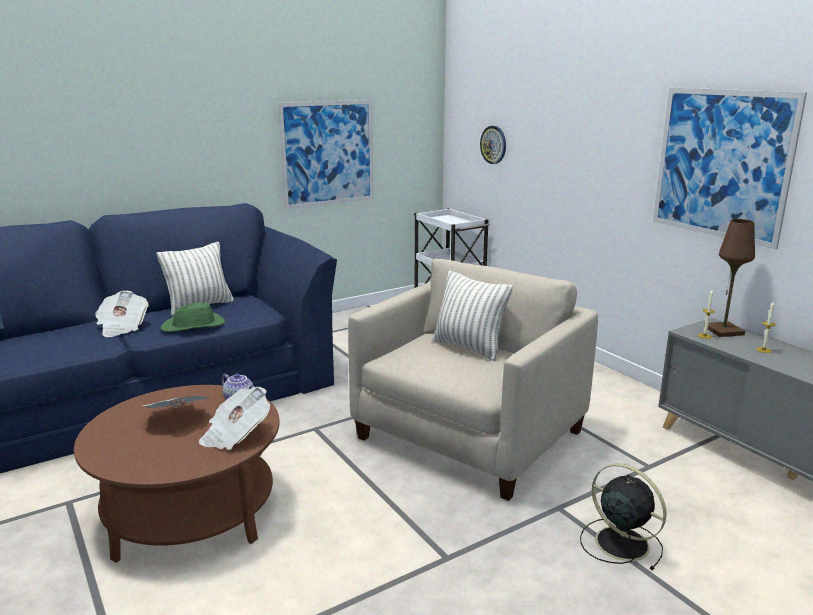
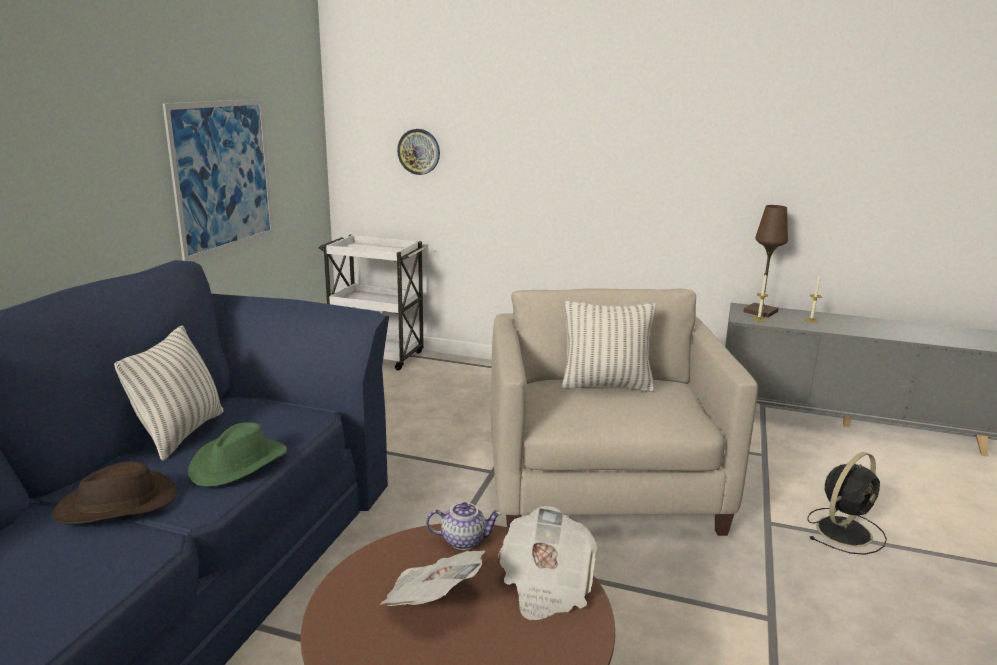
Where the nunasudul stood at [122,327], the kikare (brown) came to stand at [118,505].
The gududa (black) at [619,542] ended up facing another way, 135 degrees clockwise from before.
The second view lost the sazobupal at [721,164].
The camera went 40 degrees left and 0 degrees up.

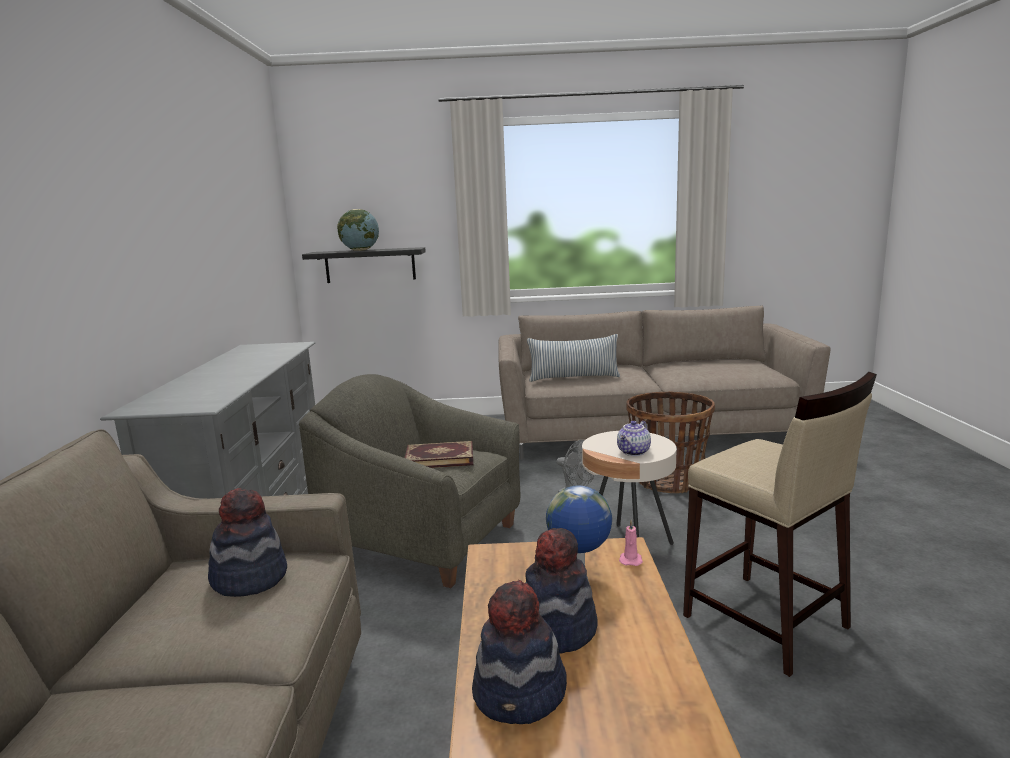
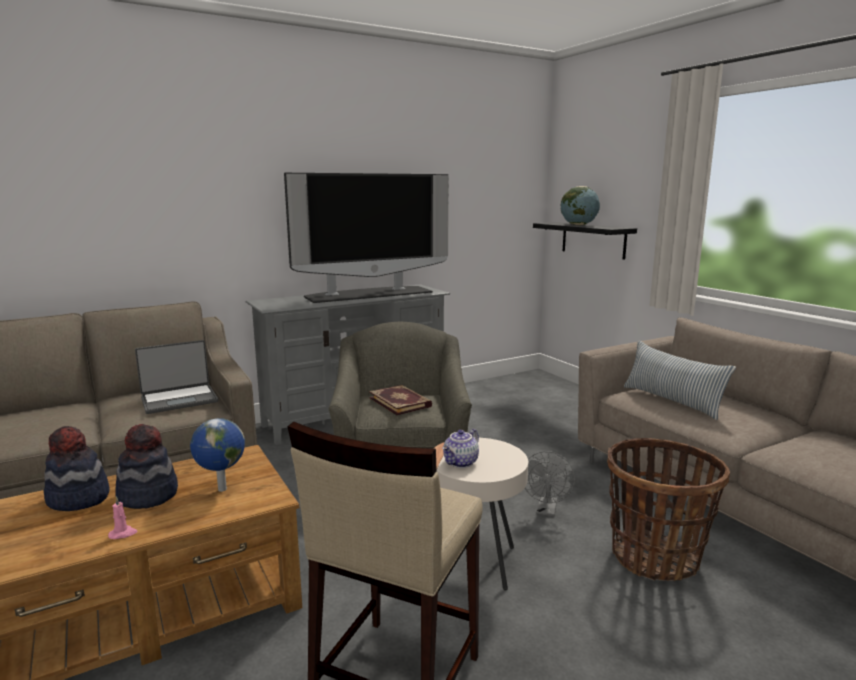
The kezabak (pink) ended up elsewhere, having gone from [630,560] to [123,534].
Where the kikare stood at [249,578], the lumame came to stand at [179,400].
The second view gained the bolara at [368,294].
The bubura at [634,452] ended up facing another way, 60 degrees counterclockwise from before.
The camera went 60 degrees right and 0 degrees up.

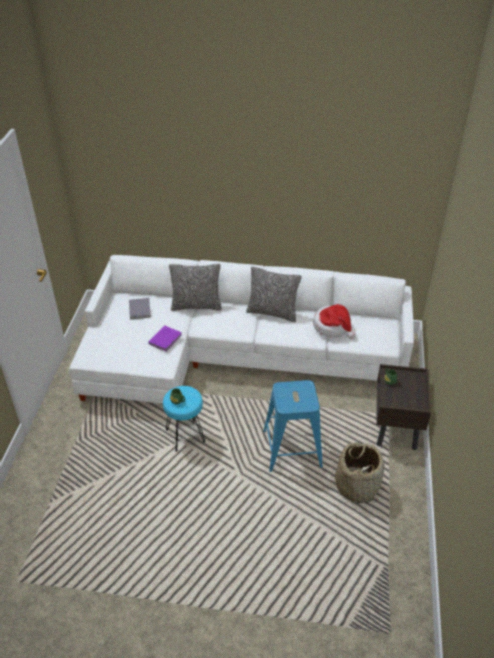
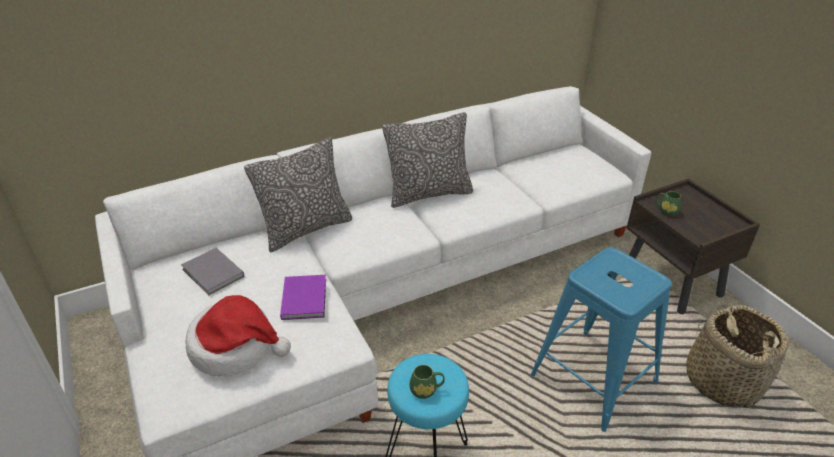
The kikare ended up elsewhere, having gone from [333,327] to [235,347].
The camera went 35 degrees left and 5 degrees down.

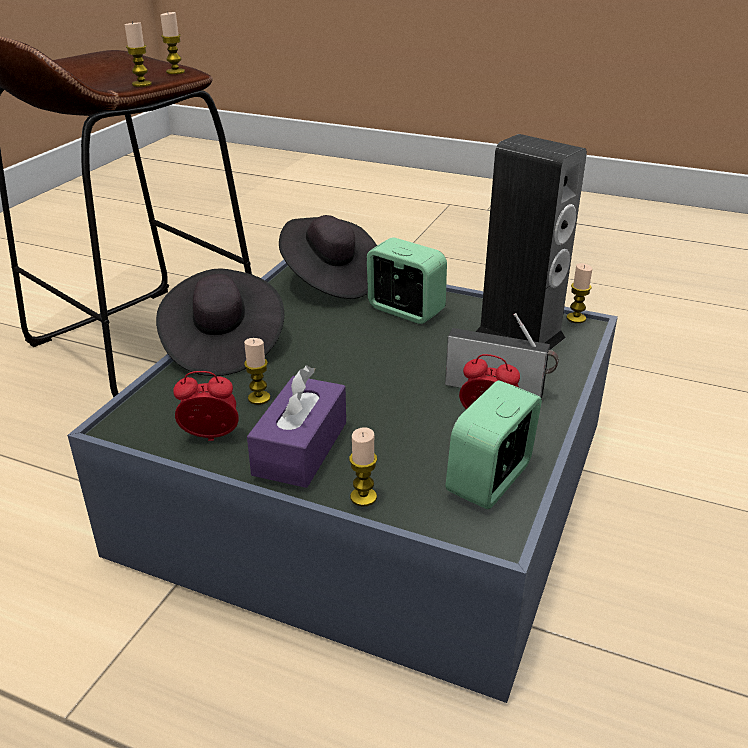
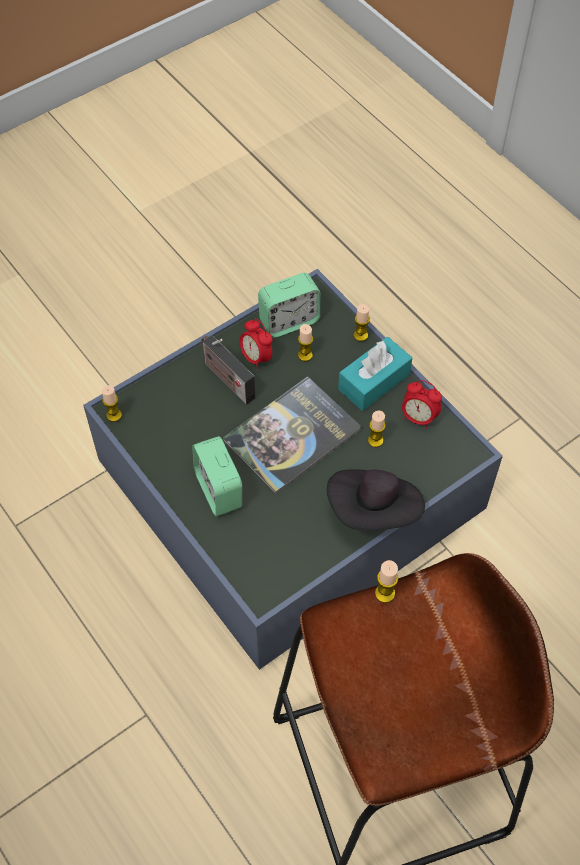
The second view gained the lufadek at [292,435].
The kezabak ended up elsewhere, having gone from [175,72] to [305,355].
What was the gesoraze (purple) at [300,448] turned into the gesoraze (turquoise) at [374,381].
The second view lost the kikare (black) at [330,279].
The second view lost the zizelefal at [519,335].
The camera went 150 degrees left and 25 degrees up.

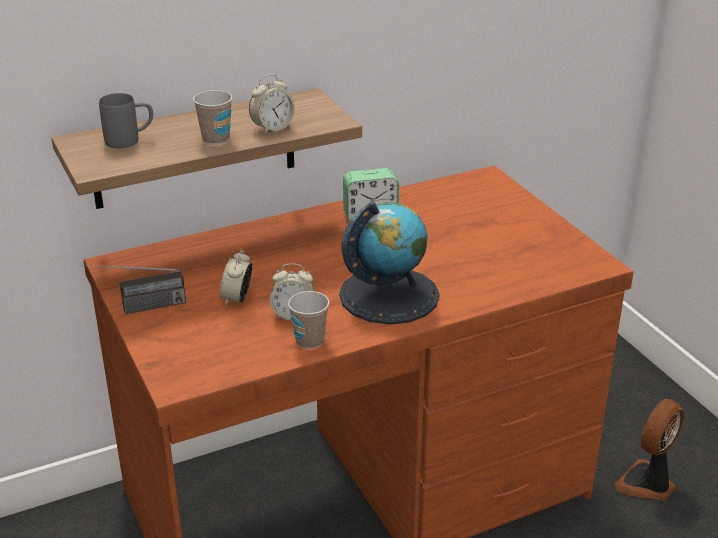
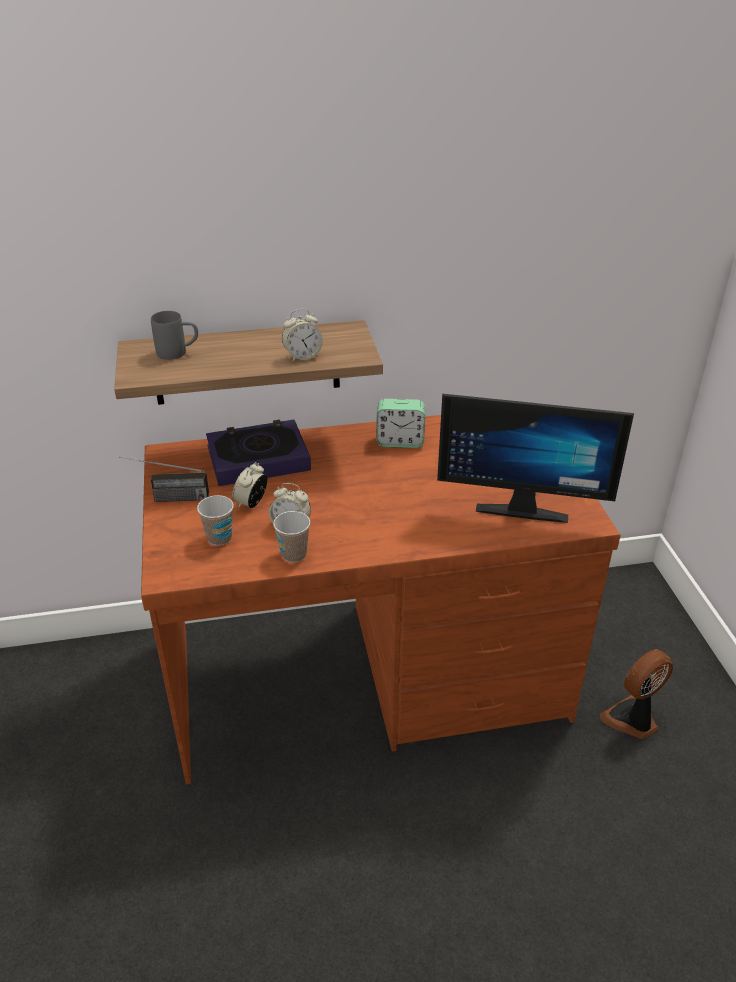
The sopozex ended up elsewhere, having gone from [216,139] to [219,538].
The second view gained the lufadek at [258,458].
The second view gained the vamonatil at [522,506].
The second view lost the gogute at [389,295].
The camera went 15 degrees right and 5 degrees up.

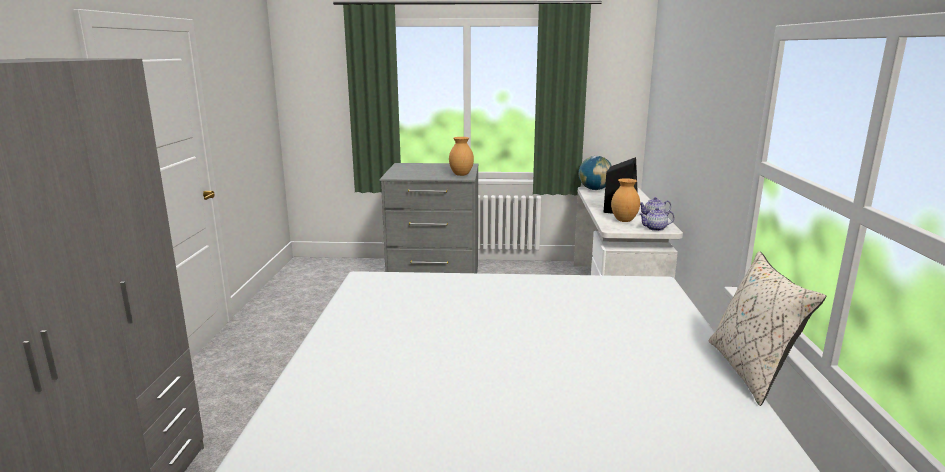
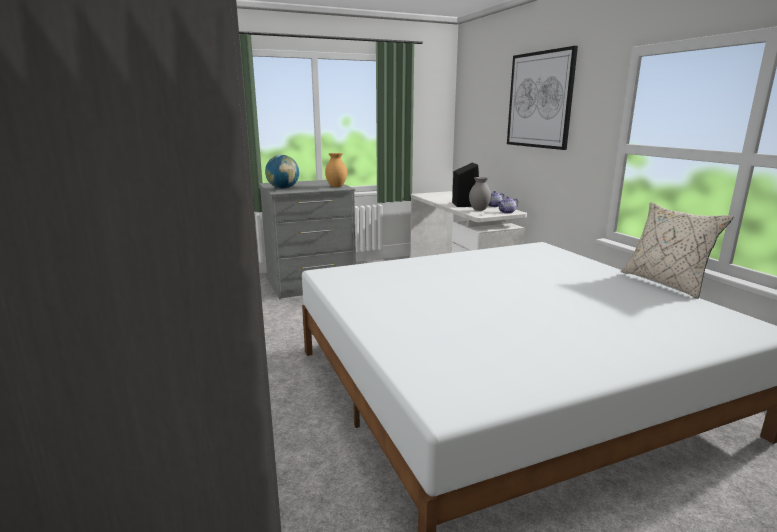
The gogute ended up elsewhere, having gone from [594,189] to [283,188].
What was the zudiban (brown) at [623,220] turned into the zudiban (grey) at [478,210].
The second view gained the sazobupal at [539,100].
The camera went 25 degrees left and 0 degrees up.

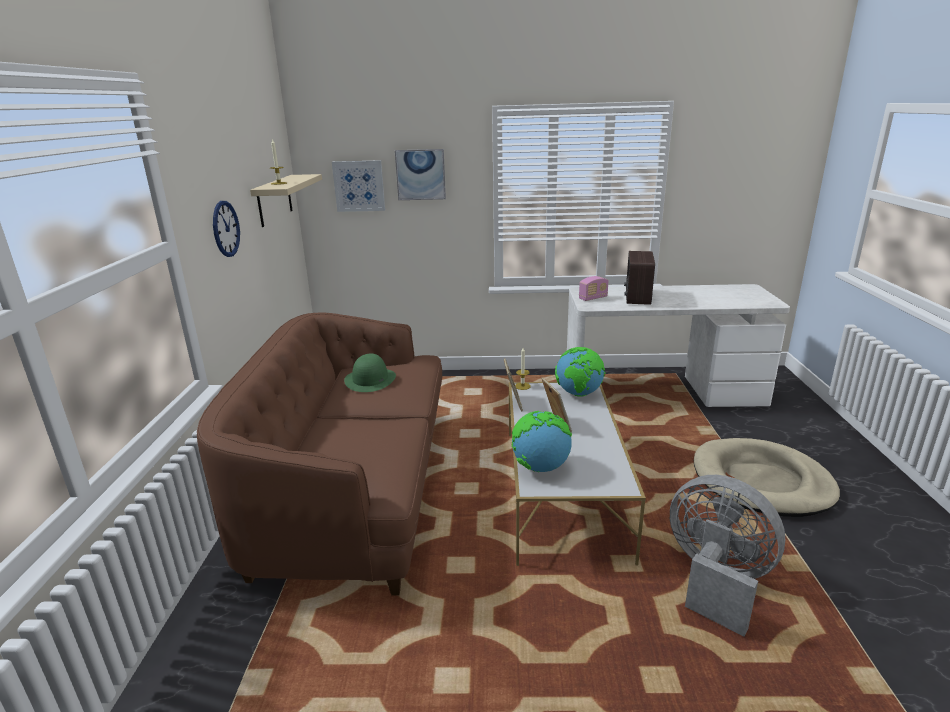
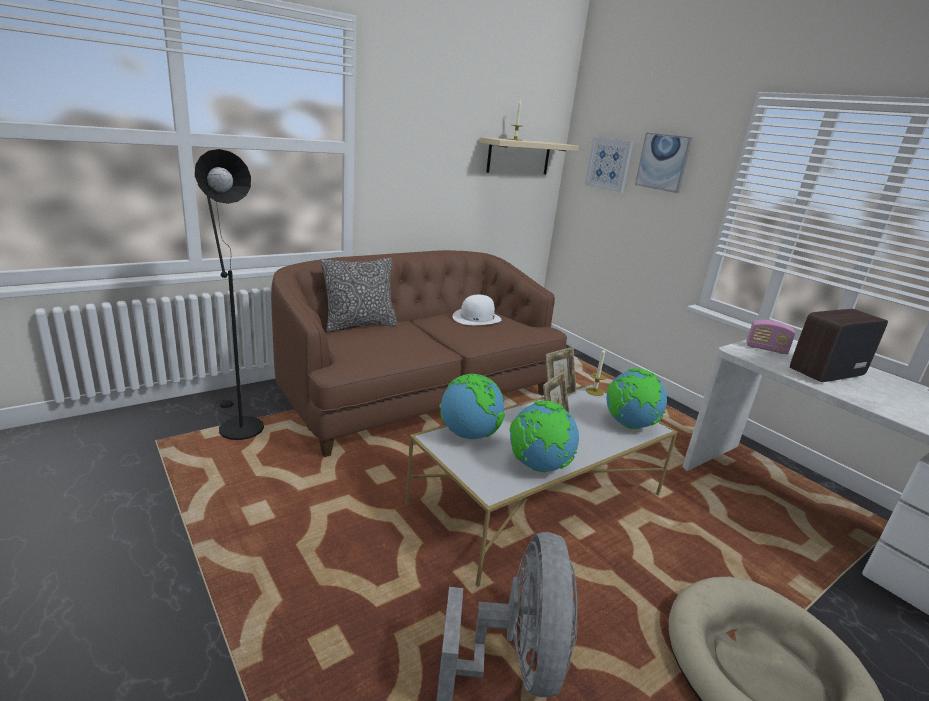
The second view gained the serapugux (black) at [237,426].
The second view gained the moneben at [359,325].
What was the kikare (green) at [370,380] turned into the kikare (white) at [476,318].
The second view gained the gogute at [538,467].
The second view lost the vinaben at [225,229].
The camera went 50 degrees right and 0 degrees up.

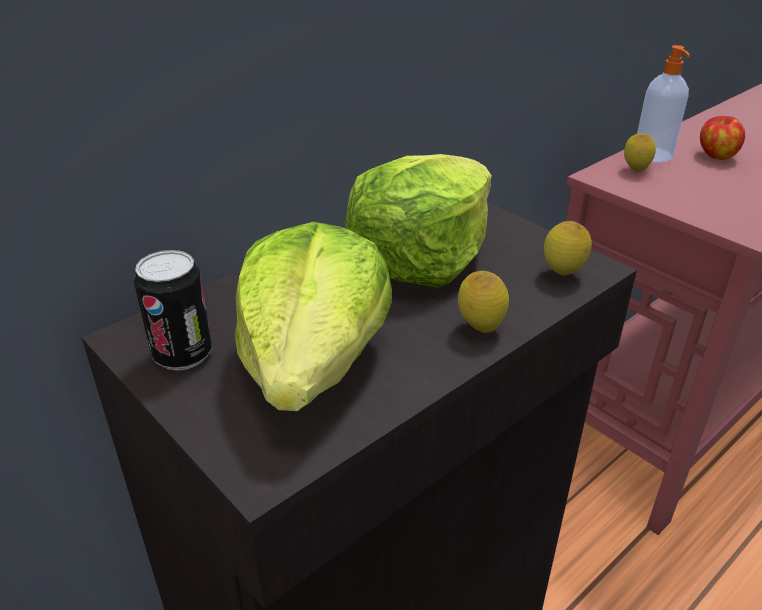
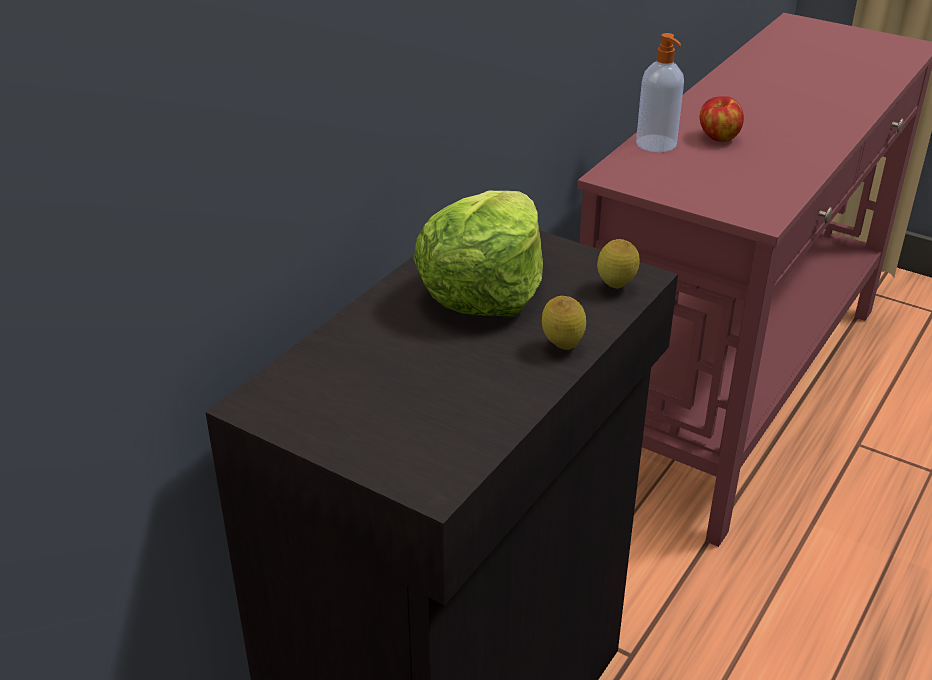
The second view lost the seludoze at [183,354].
The second view lost the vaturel at [314,362].
The second view lost the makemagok at [635,171].
The camera went 15 degrees left and 0 degrees up.

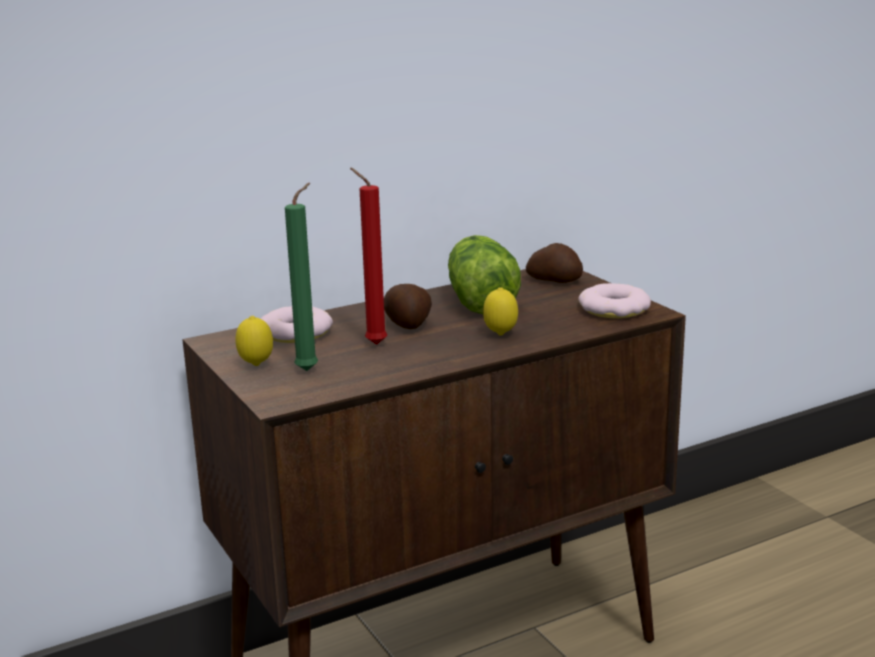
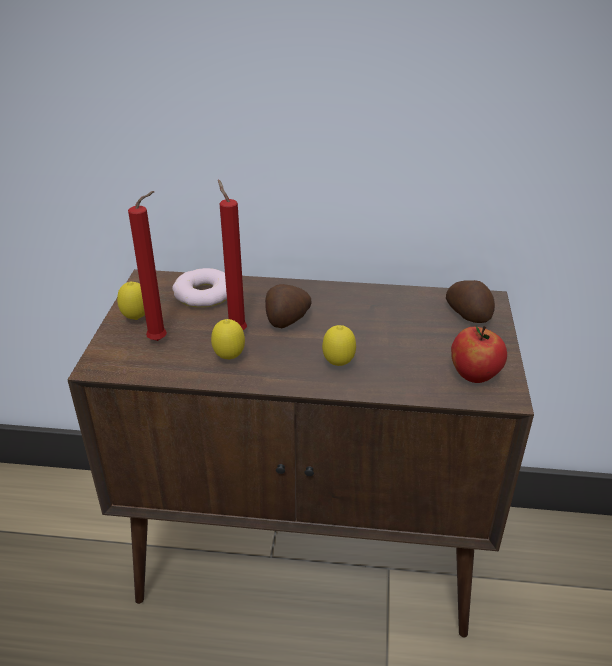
What was the kezabak (green) at [310,370] turned into the kezabak (red) at [161,340].
The second view gained the makemagok at [229,358].
Where the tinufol stood at [614,309], the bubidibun came to stand at [474,375].
The second view lost the vaturel at [480,299].
The camera went 35 degrees right and 15 degrees up.

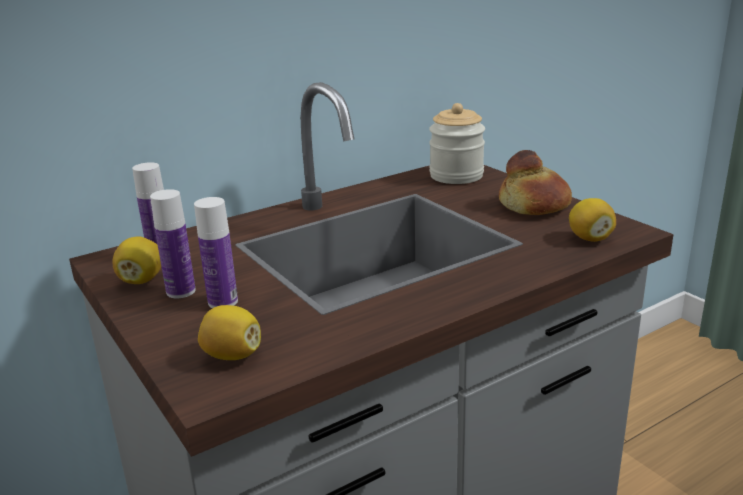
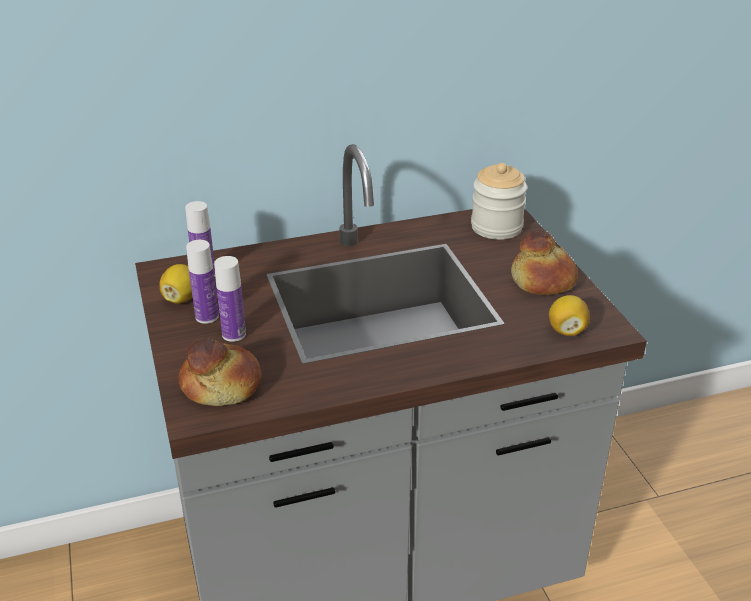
Where the makemagok stood at [232,355], the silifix came to stand at [221,387].
The camera went 15 degrees right and 10 degrees up.

